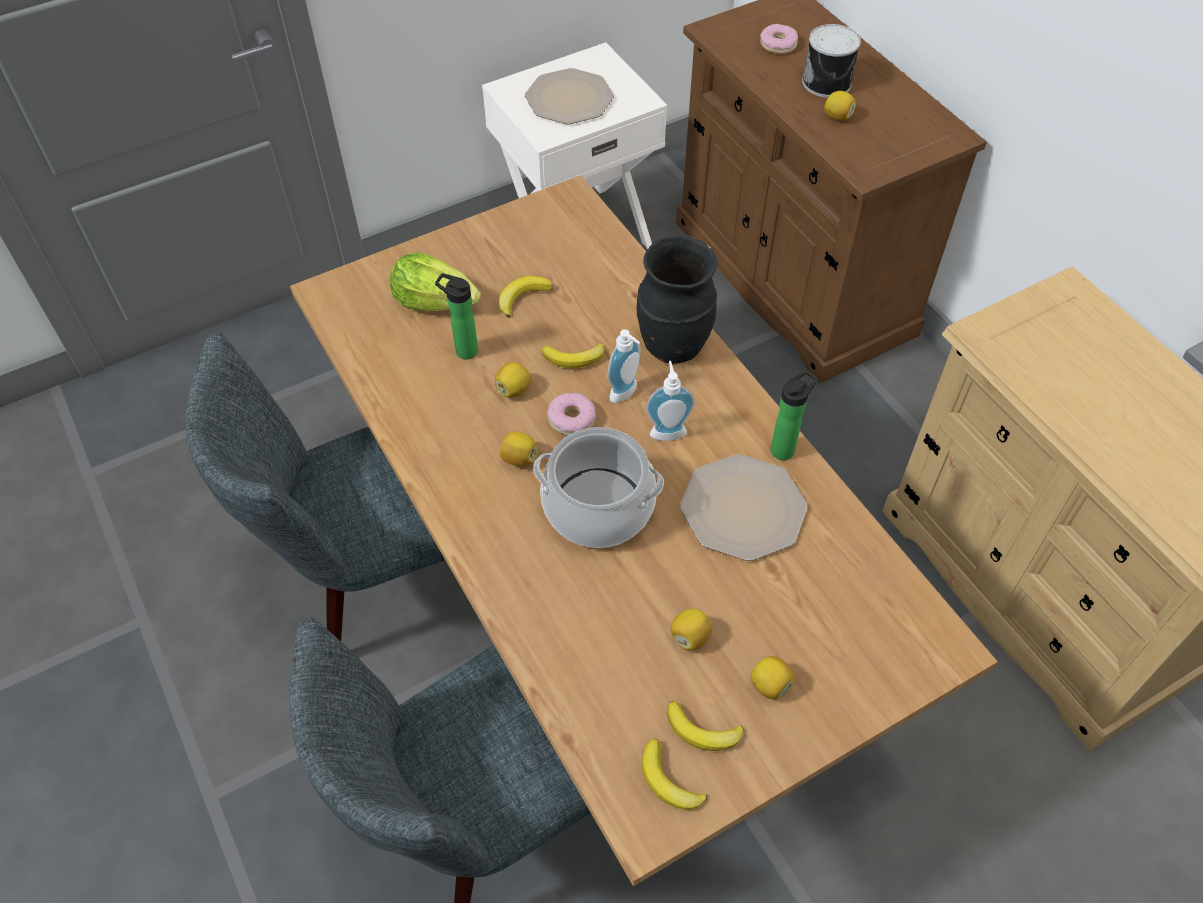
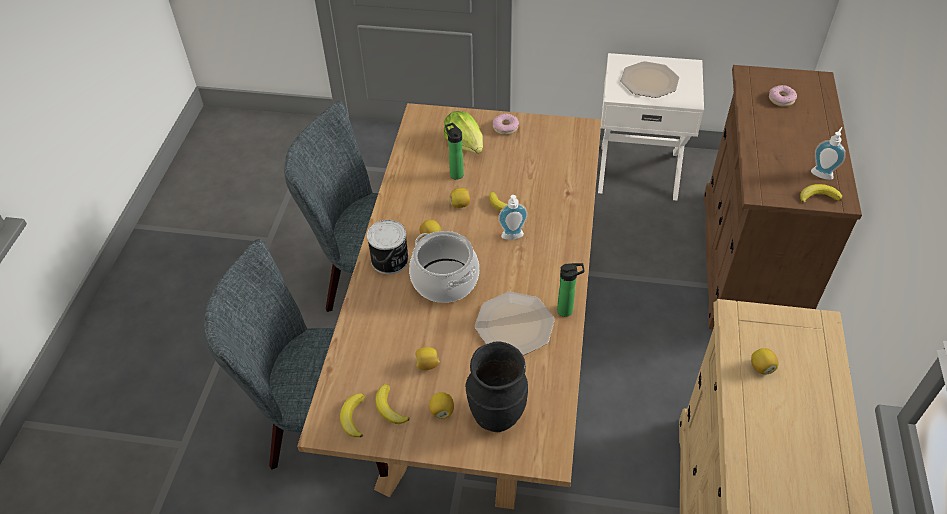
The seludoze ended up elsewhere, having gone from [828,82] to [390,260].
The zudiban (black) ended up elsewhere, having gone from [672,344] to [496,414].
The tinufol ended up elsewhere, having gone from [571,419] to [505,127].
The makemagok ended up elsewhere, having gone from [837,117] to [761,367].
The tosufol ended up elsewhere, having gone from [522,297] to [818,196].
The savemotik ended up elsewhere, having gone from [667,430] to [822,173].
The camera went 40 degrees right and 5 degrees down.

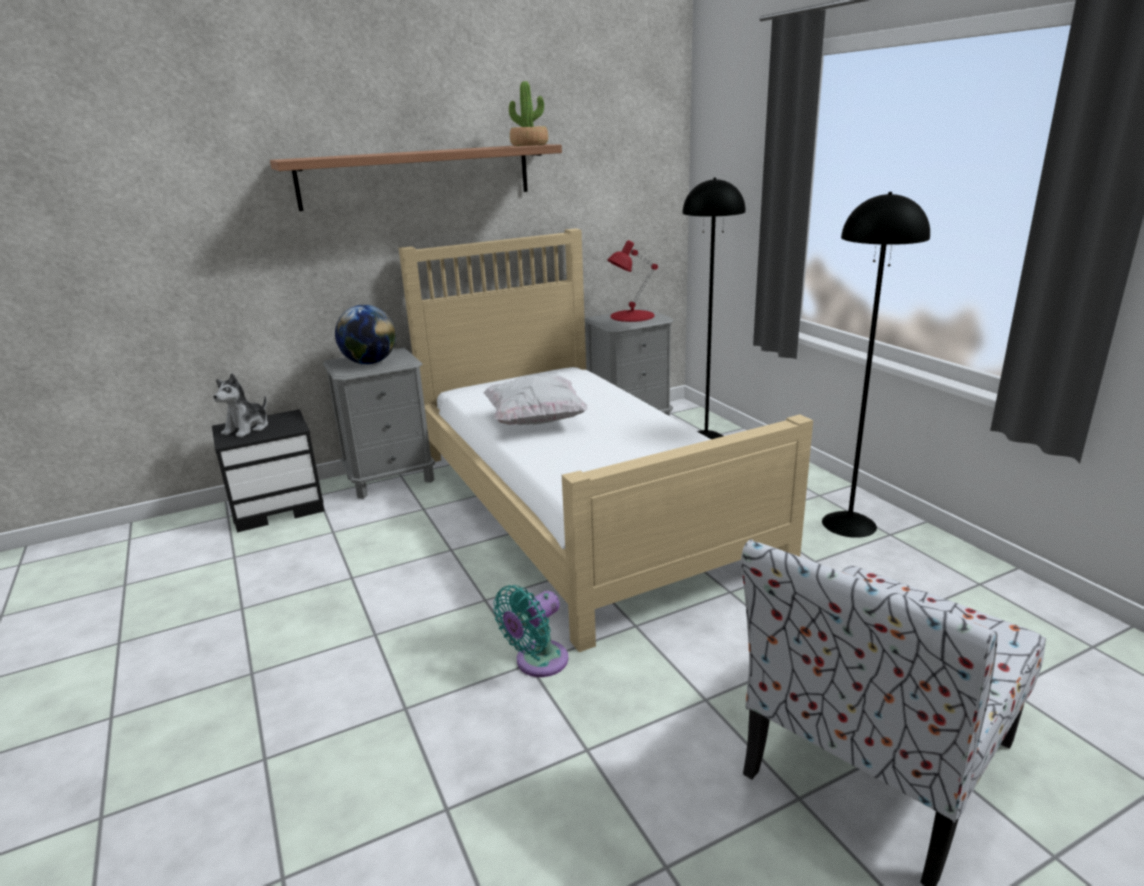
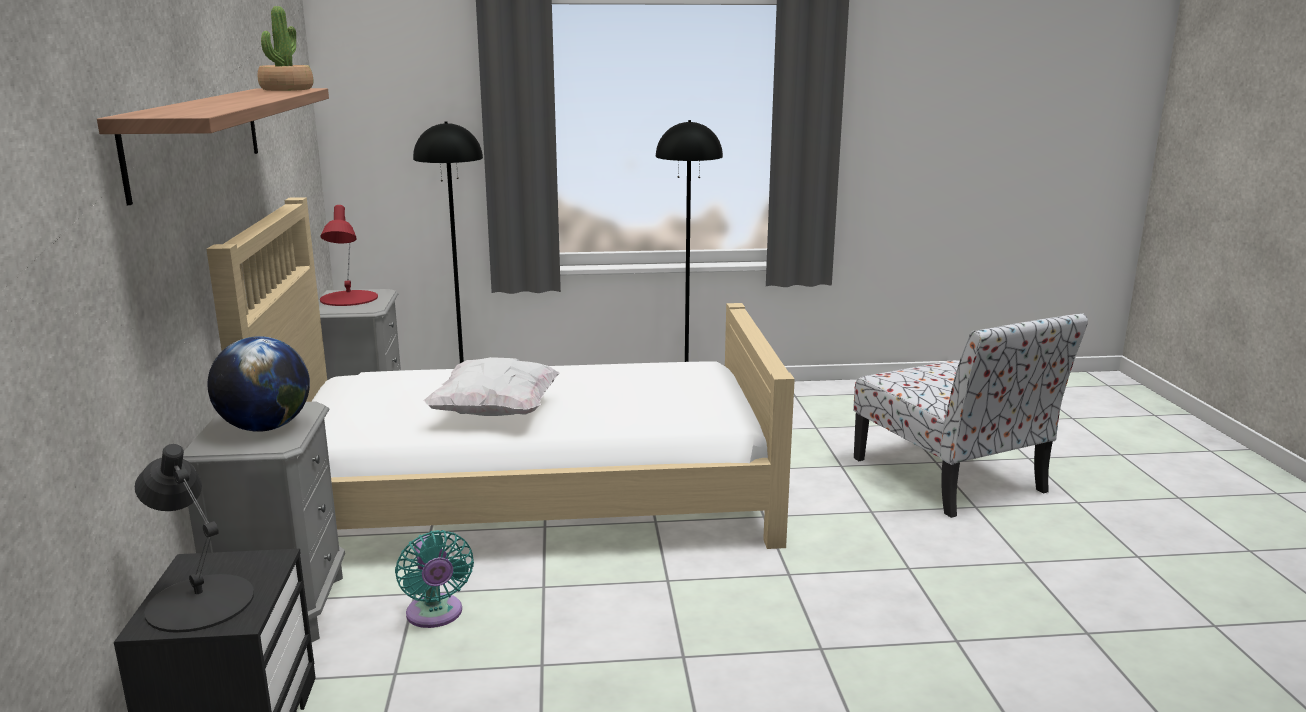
Where the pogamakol stood at [247,428], the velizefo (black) came to stand at [200,602].
The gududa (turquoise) ended up elsewhere, having gone from [537,662] to [435,615].
The camera went 70 degrees left and 5 degrees down.

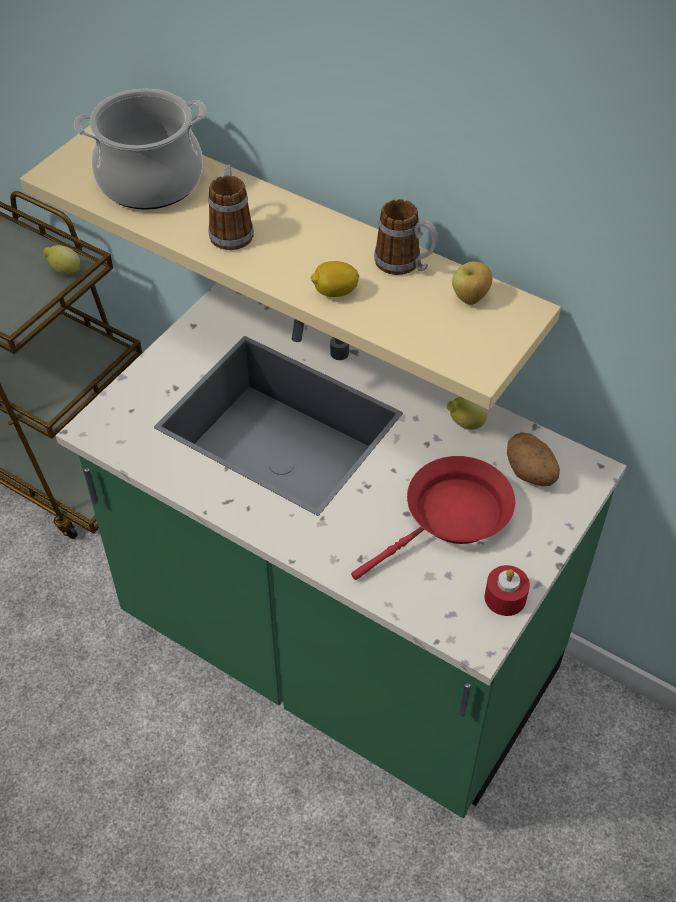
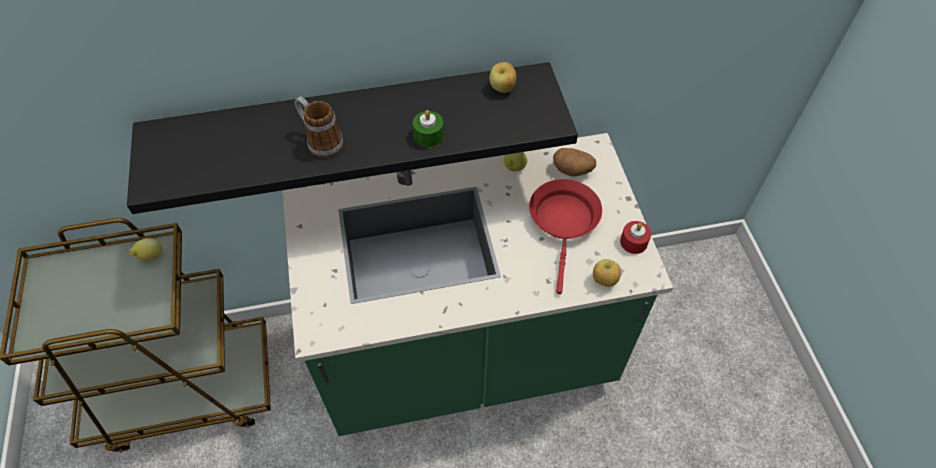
What was the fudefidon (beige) at [315,243] turned into the fudefidon (black) at [353,119].
Where the makemagok stood at [335,292], the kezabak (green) came to stand at [428,135].
The second view gained the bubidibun at [604,280].
The second view lost the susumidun at [150,182].
The second view lost the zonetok at [405,265].
The camera went 45 degrees left and 5 degrees up.

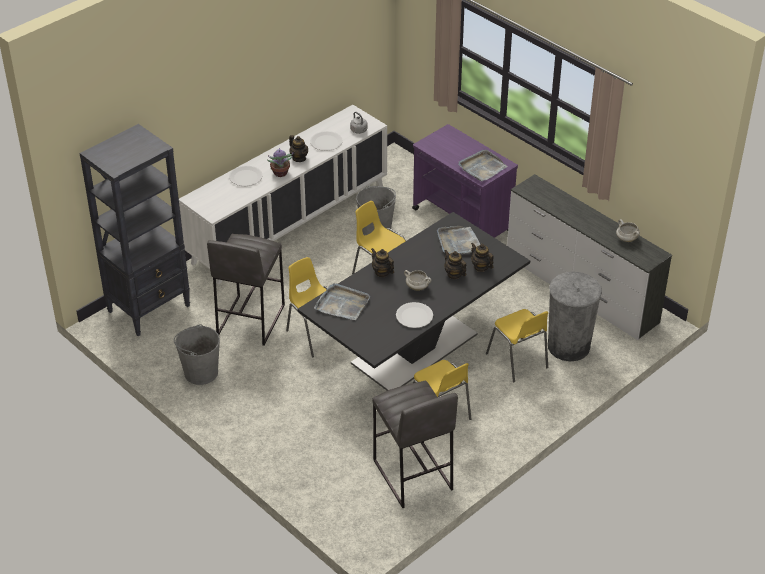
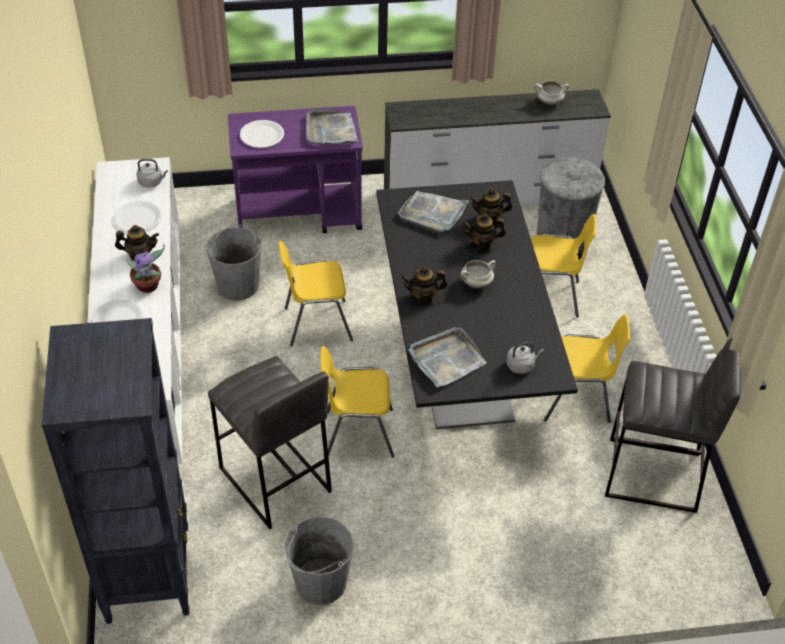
The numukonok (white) ended up elsewhere, having gone from [414,316] to [262,135].
The second view gained the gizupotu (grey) at [521,365].
The camera went 55 degrees left and 5 degrees up.

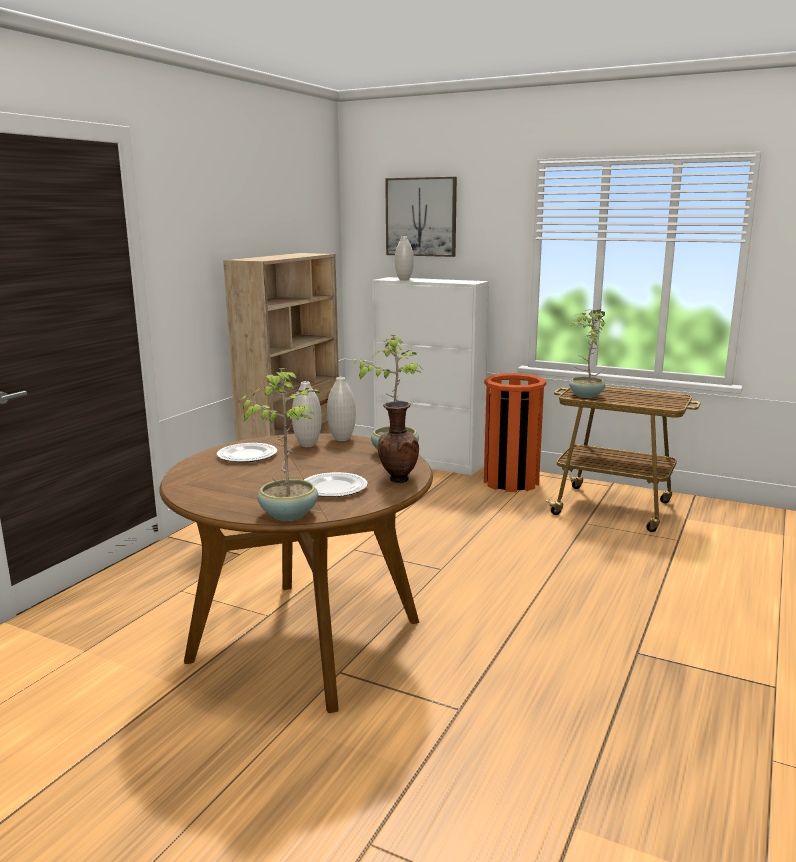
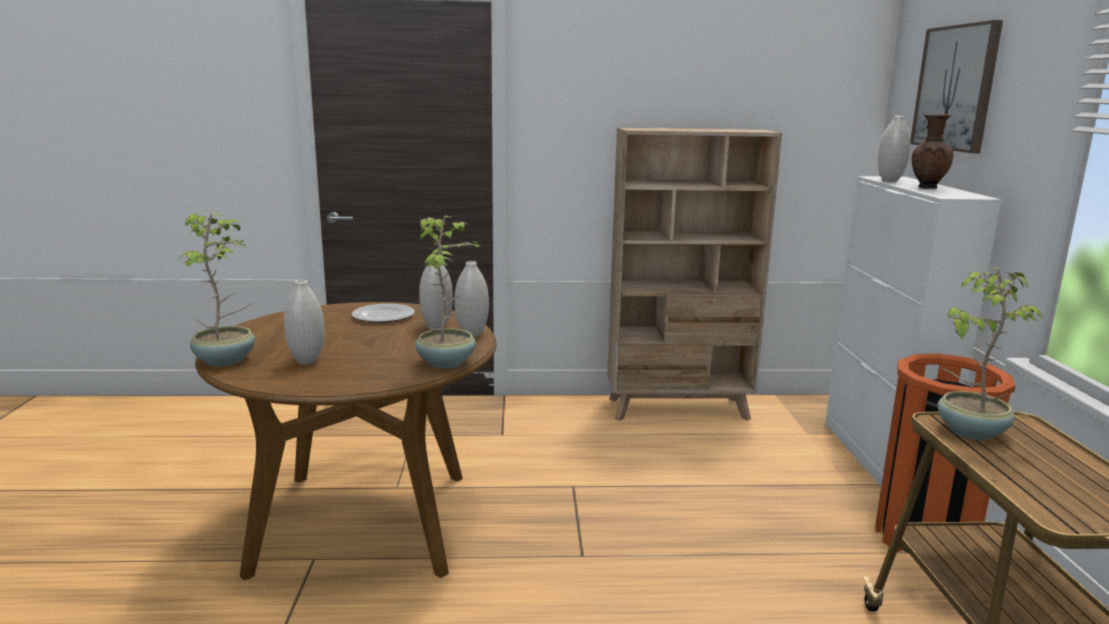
Where the numukonok stood at [334,488], the zudiban (white) came to stand at [307,361].
The zudiban (brown) ended up elsewhere, having gone from [397,480] to [926,188].
The camera went 60 degrees right and 0 degrees up.

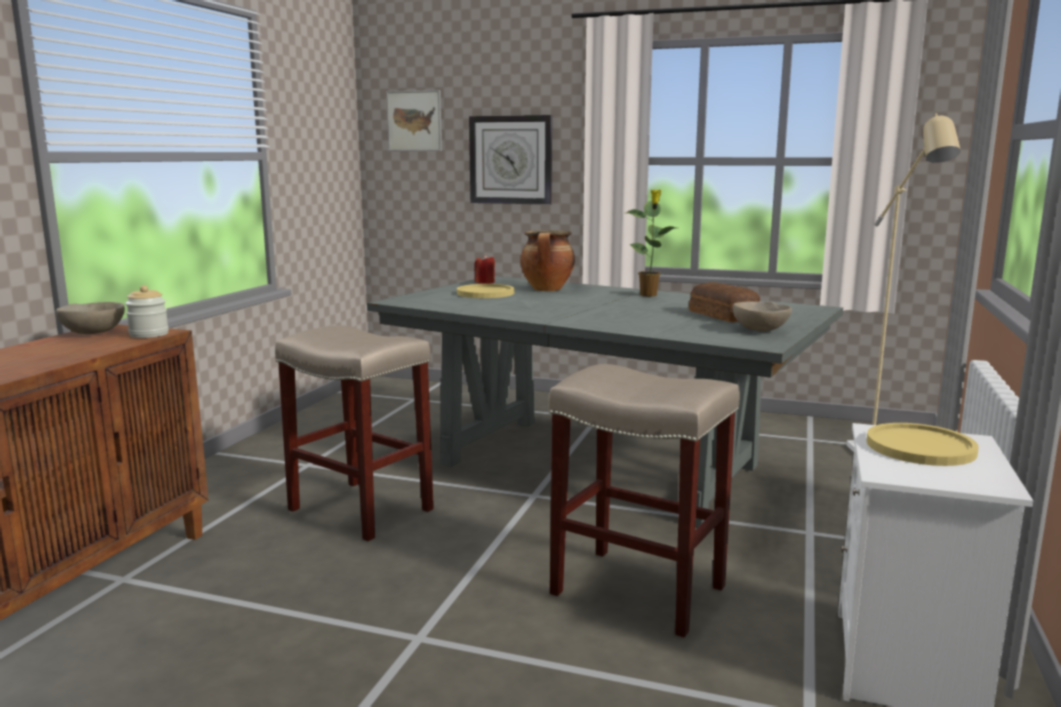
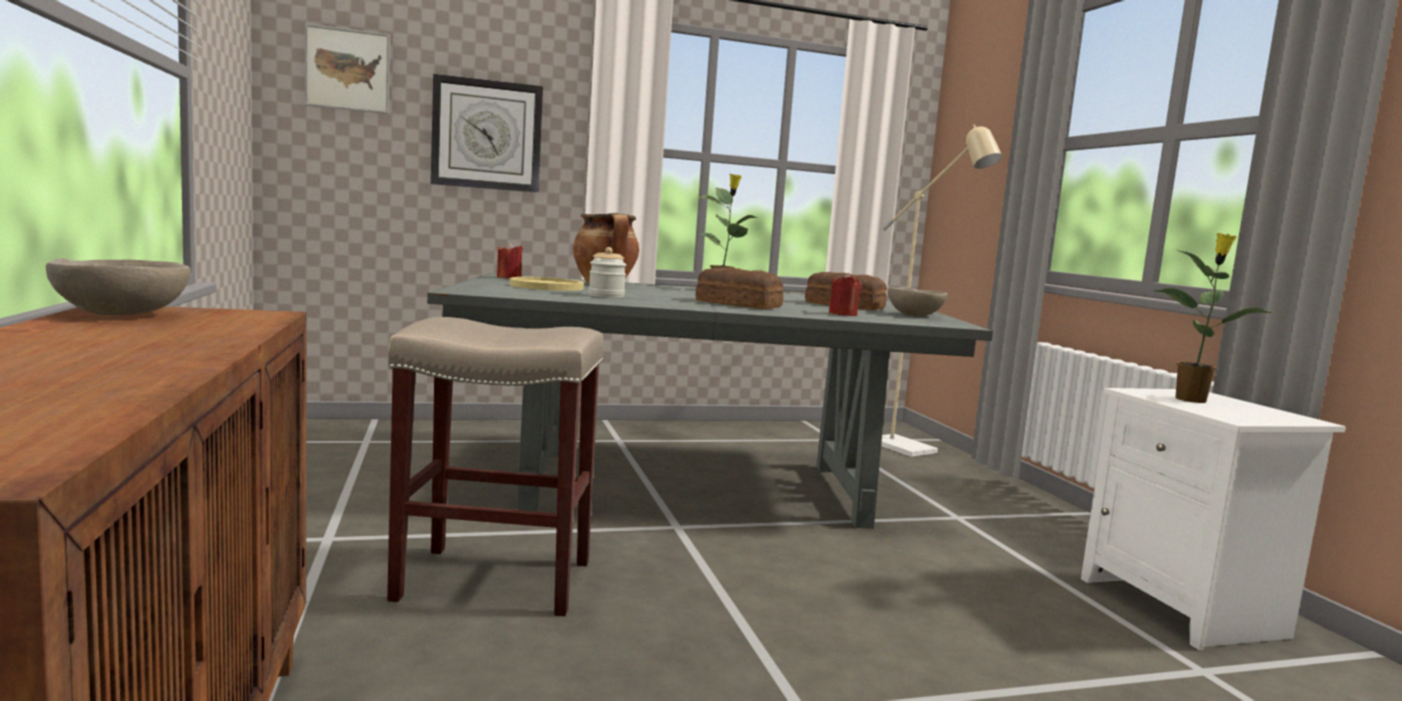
The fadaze ended up elsewhere, having gone from [149,334] to [606,296].
The second view gained the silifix at [737,304].
The second view gained the kezabak (red) at [843,314].
Where the numukonok (yellow) stood at [920,447], the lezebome came to stand at [1192,400].
The second view lost the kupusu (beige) at [635,590].
The camera went 35 degrees left and 5 degrees down.

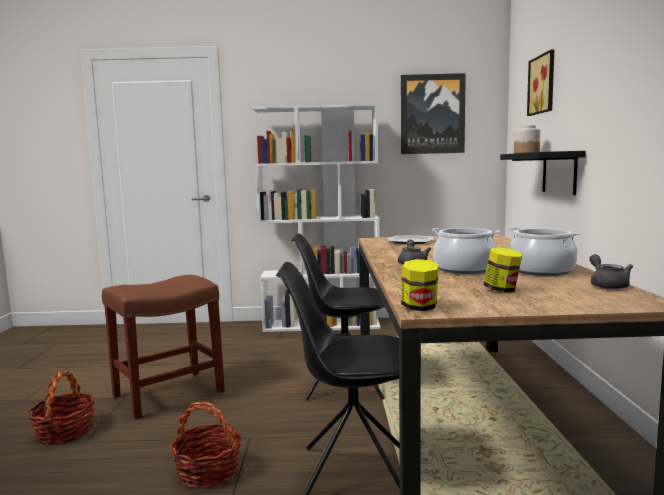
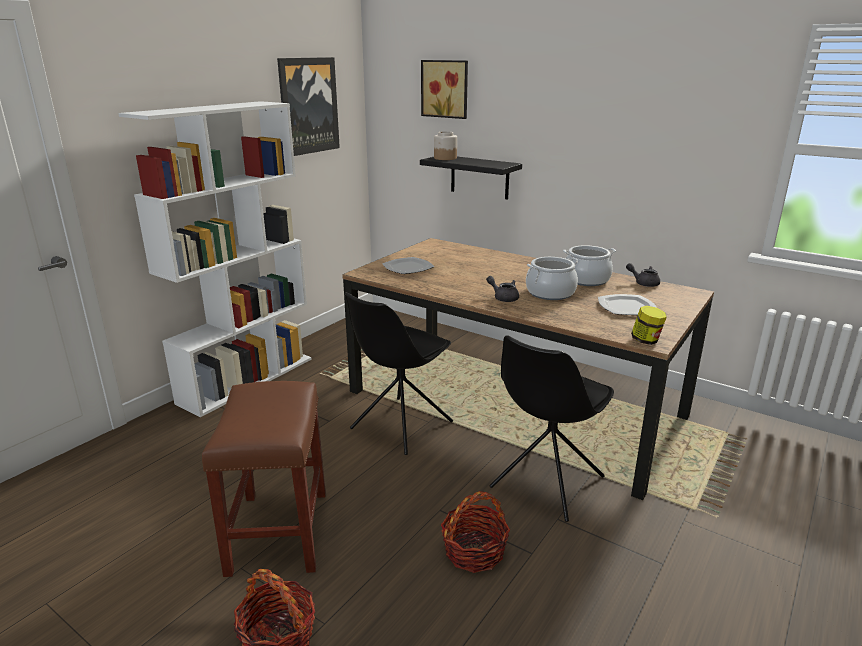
Where the fadaze stood at [502,290], the numukonok came to stand at [626,307].
The camera went 55 degrees left and 15 degrees up.

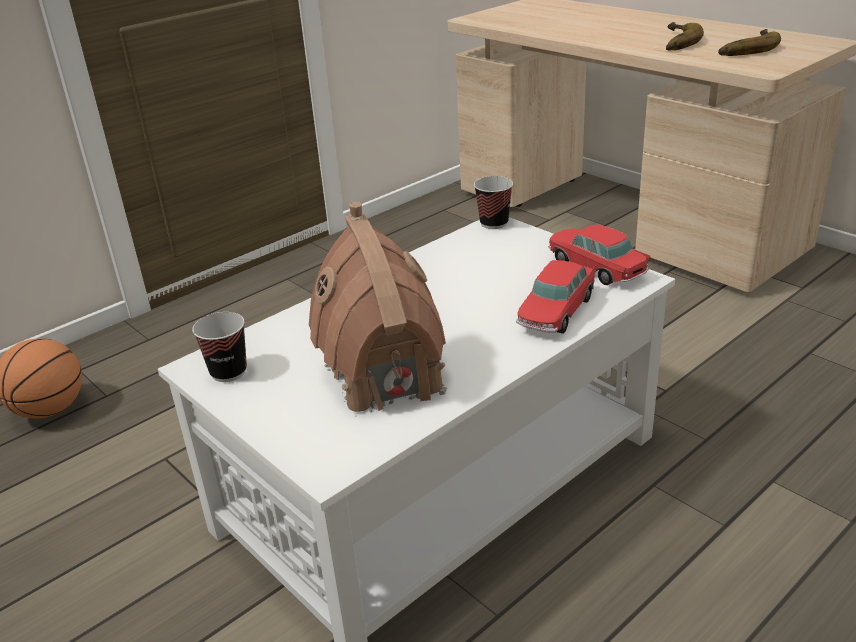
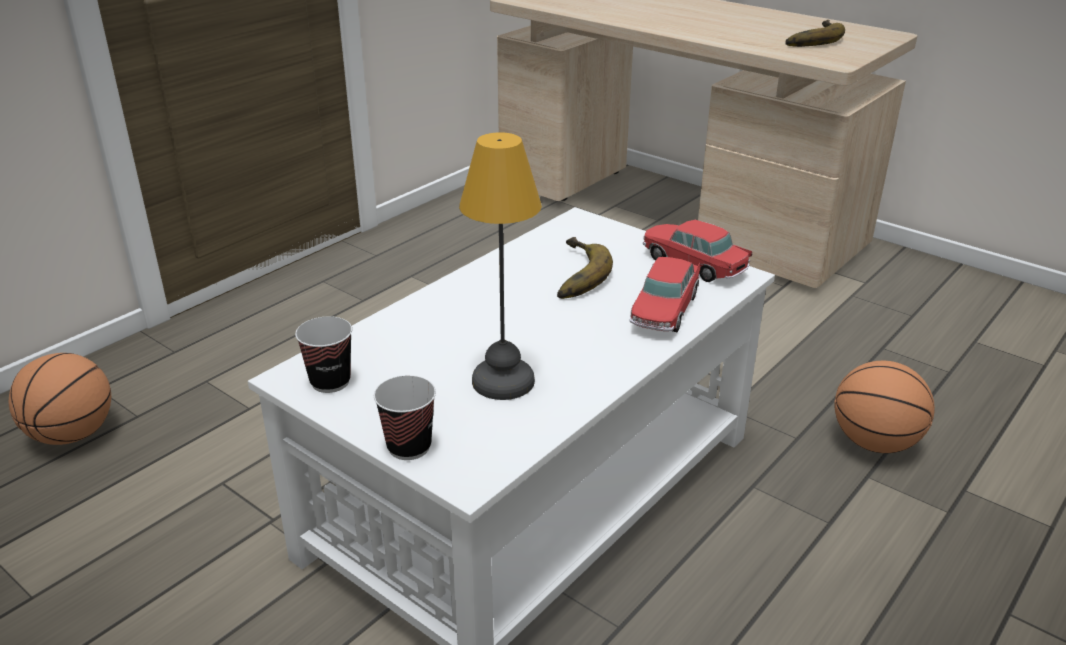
The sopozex ended up elsewhere, having gone from [494,223] to [409,447].
Where the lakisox stood at [384,377], the velizefo came to stand at [503,382].
The tosufol ended up elsewhere, having gone from [673,42] to [571,275].
The second view gained the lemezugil at [874,443].
The camera went 10 degrees left and 0 degrees up.

